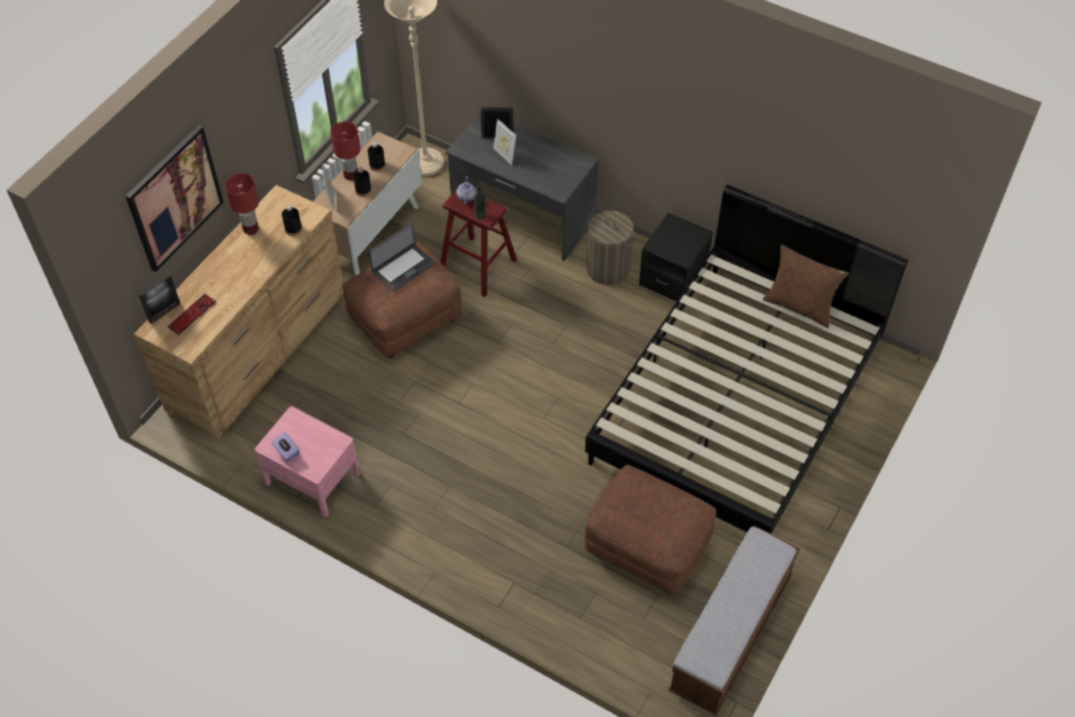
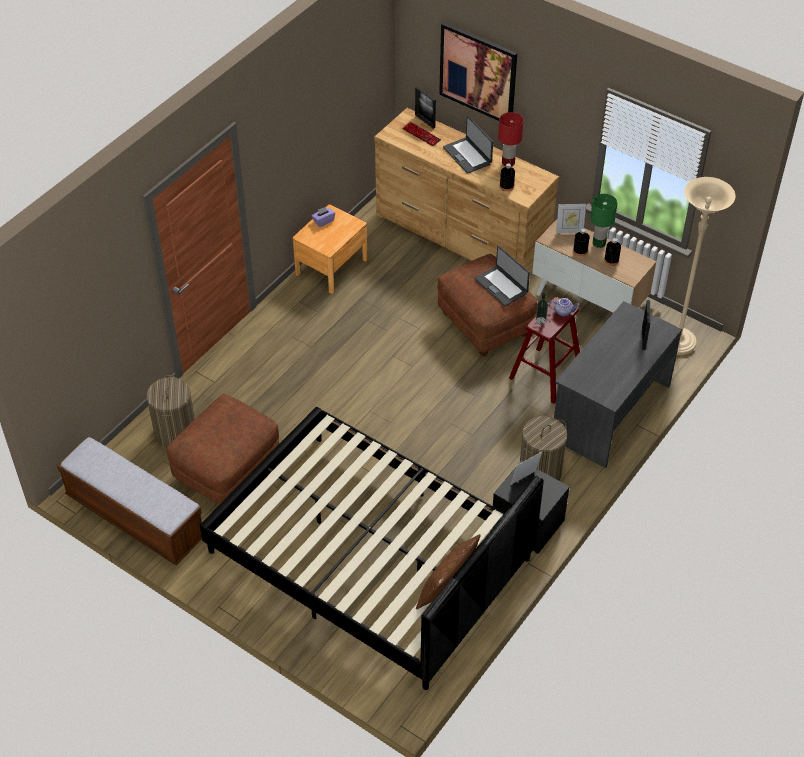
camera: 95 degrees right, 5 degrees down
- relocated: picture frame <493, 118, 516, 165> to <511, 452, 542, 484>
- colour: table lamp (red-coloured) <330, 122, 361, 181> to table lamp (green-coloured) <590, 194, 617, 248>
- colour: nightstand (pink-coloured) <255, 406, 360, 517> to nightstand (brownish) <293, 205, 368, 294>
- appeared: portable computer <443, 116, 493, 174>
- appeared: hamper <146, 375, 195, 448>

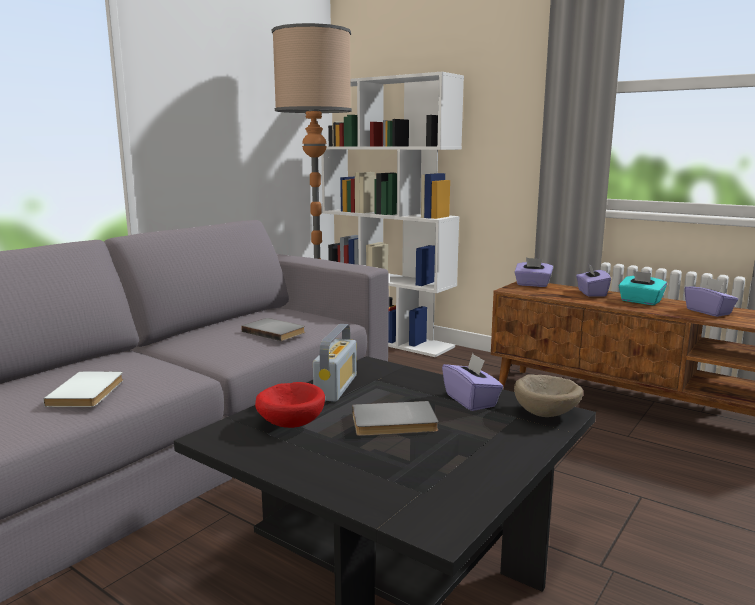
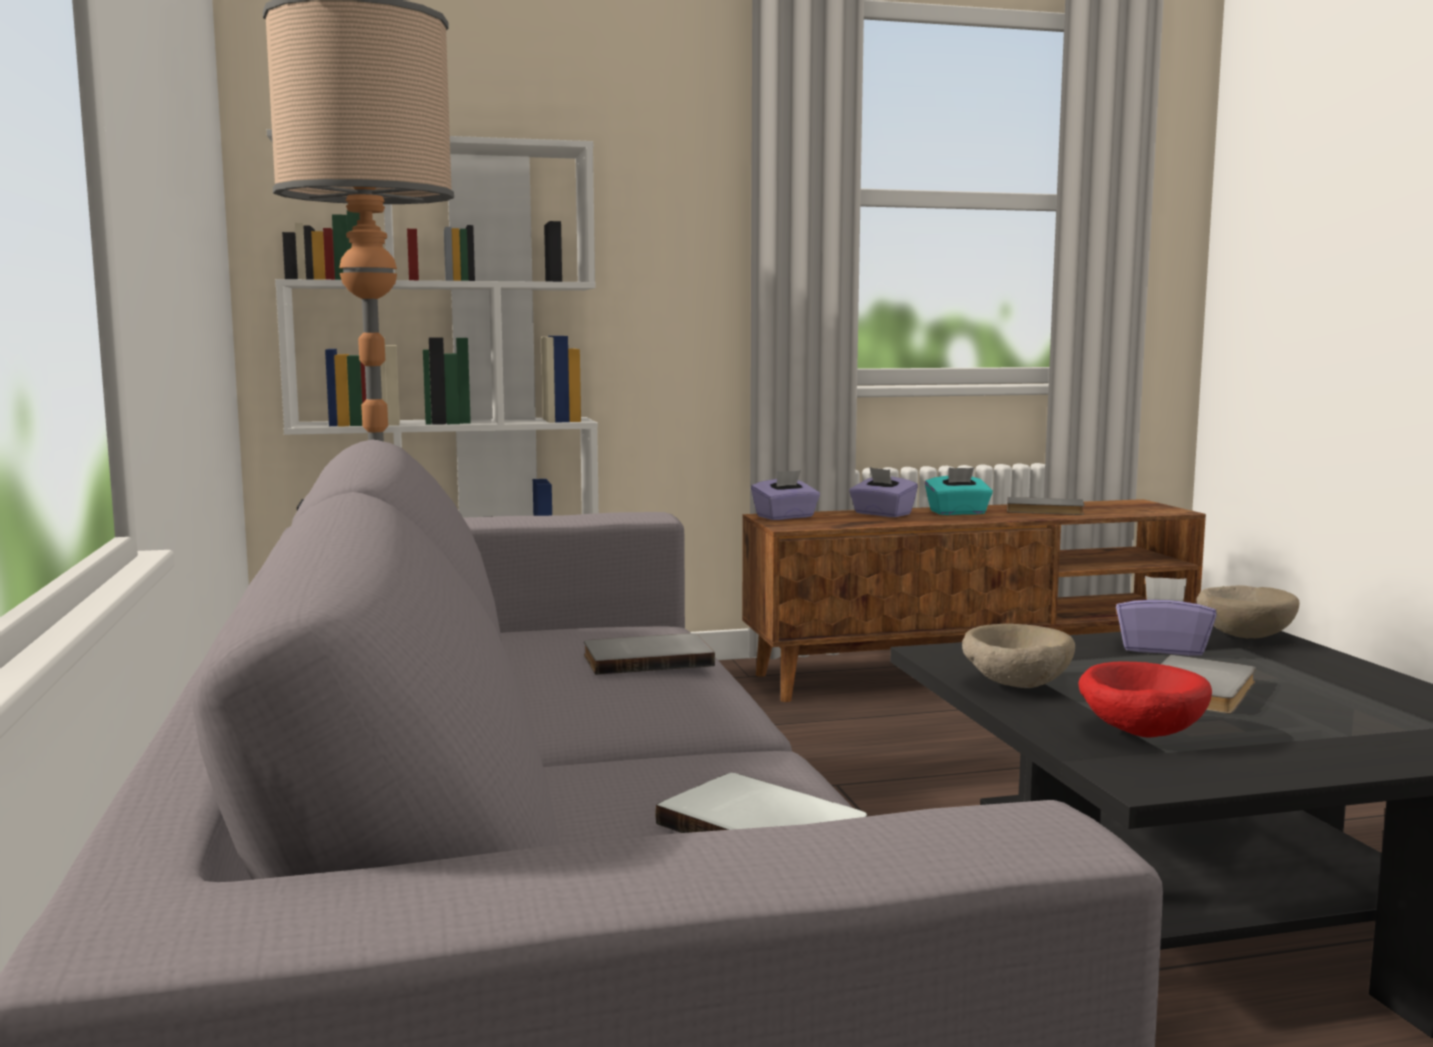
camera: 50 degrees left, 5 degrees down
- exchanged: tissue holder (purple-coloured) <684, 278, 738, 317> to volume (greyish) <1007, 497, 1085, 515>
- exchanged: radio set <313, 324, 357, 402> to deep dish (beige-coloured) <962, 624, 1075, 688>

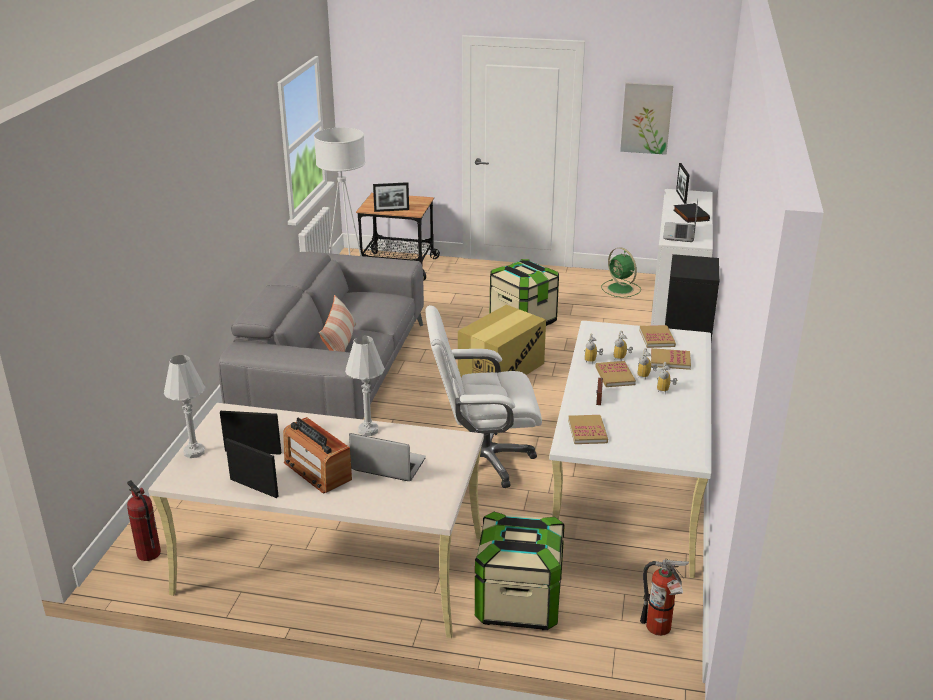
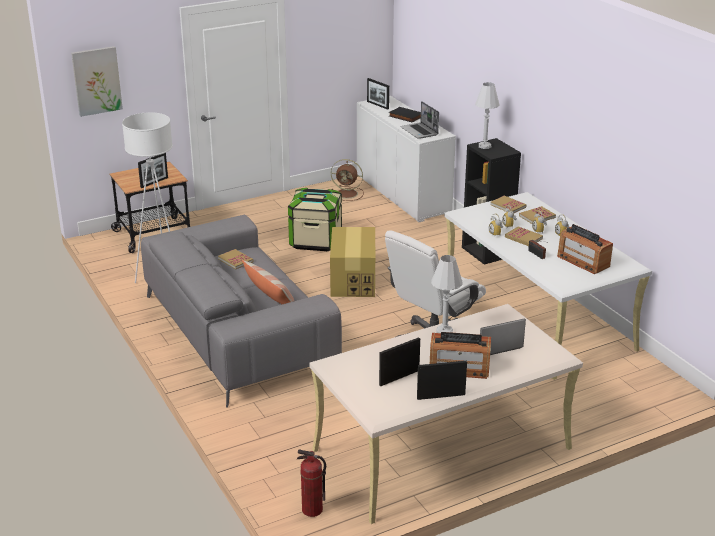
camera: 40 degrees left, 0 degrees up
- relocated: wall picture <620, 82, 673, 155> to <71, 46, 123, 117>
- colour: electric fan (green-coloured) <602, 247, 641, 298> to electric fan (brownish) <331, 159, 364, 201>
- relocated: table lamp (white-coloured) <164, 355, 206, 458> to <475, 82, 500, 149>
- relocated: volume <568, 415, 608, 444> to <218, 249, 253, 269>
- missing: storage container <475, 512, 565, 630>
- missing: fire-fighting cylinder <640, 559, 689, 636>
- appeared: radio set <557, 224, 613, 274>

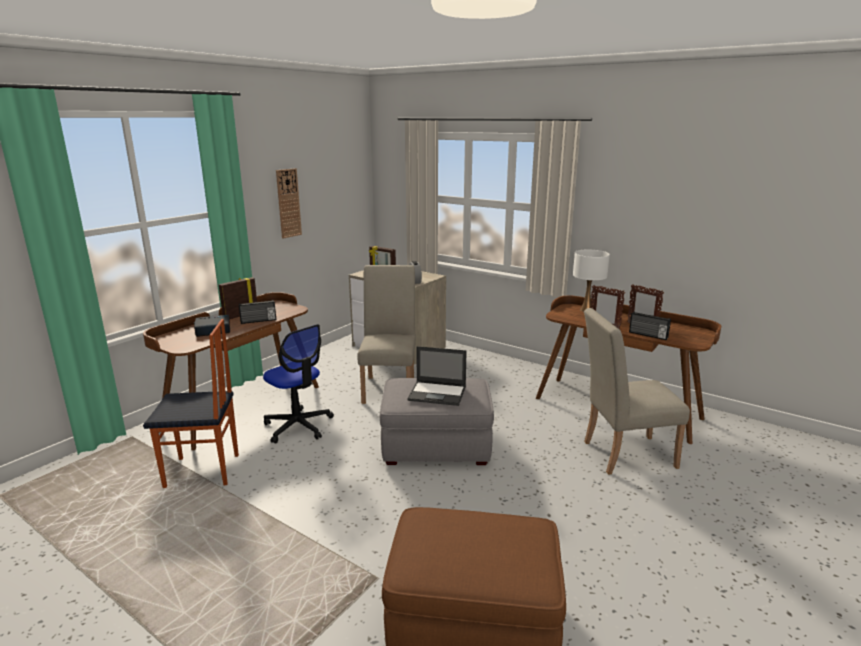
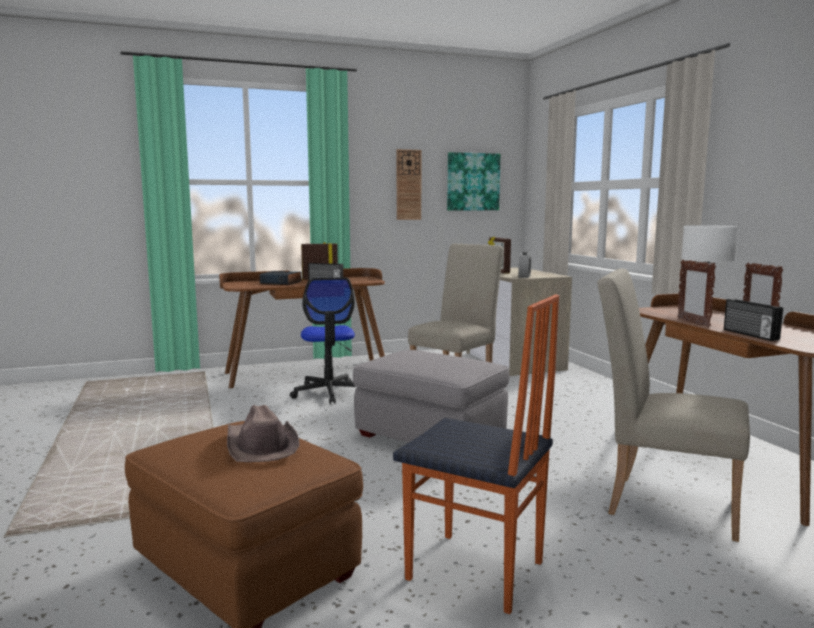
camera: 35 degrees right, 10 degrees down
- relocated: upright chair <143, 319, 239, 488> to <393, 294, 559, 614>
- missing: portable computer <407, 346, 467, 406>
- appeared: wall picture <447, 152, 501, 211>
- appeared: wearable hat (brownish) <227, 405, 300, 462>

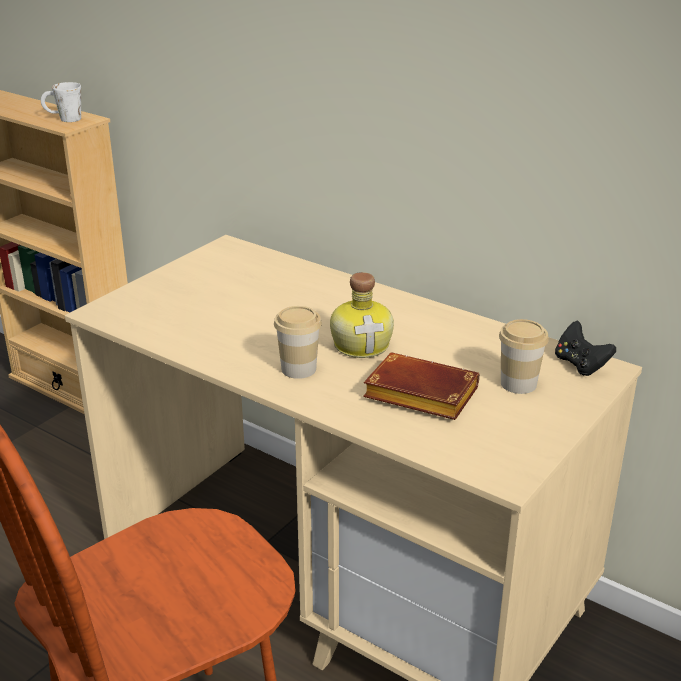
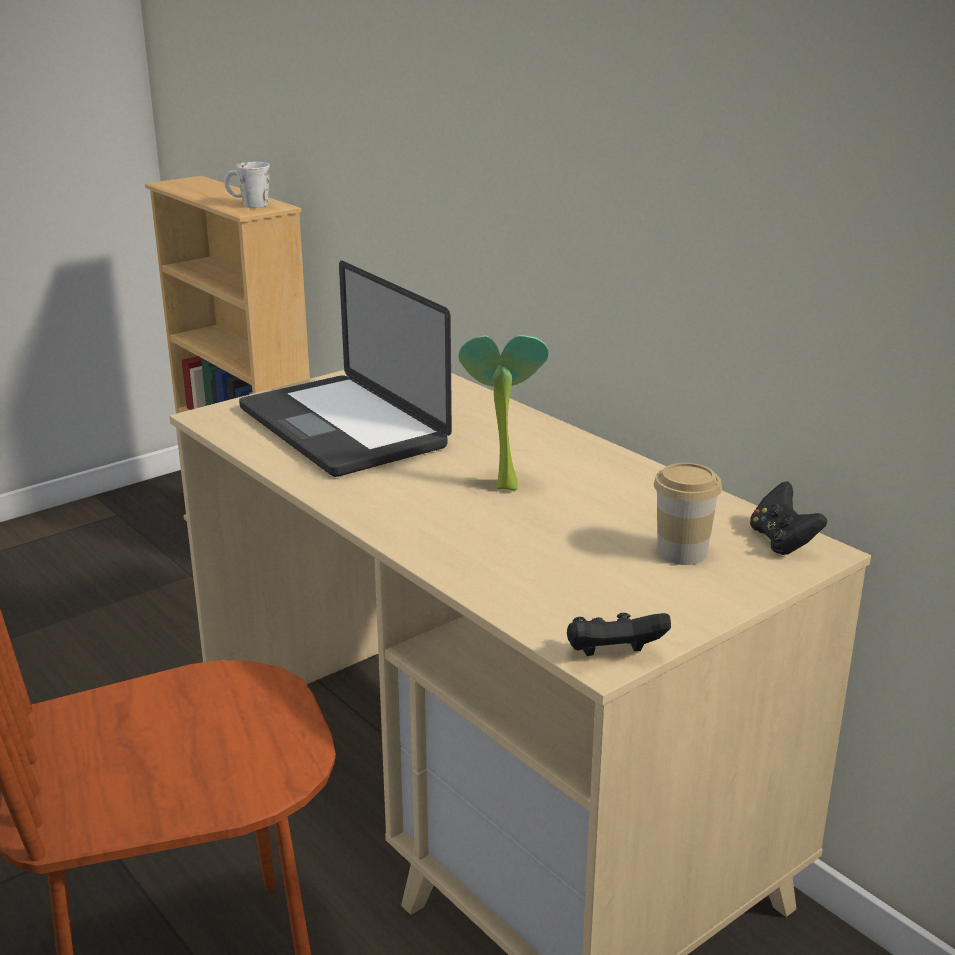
camera: 15 degrees right, 5 degrees down
- exchanged: bottle <330, 272, 394, 358> to houseplant <459, 335, 548, 490>
- missing: cup <274, 306, 322, 379>
- missing: volume (brownish) <363, 352, 480, 420>
- appeared: portable computer <239, 261, 452, 477>
- appeared: joypad (black) <567, 613, 671, 656>

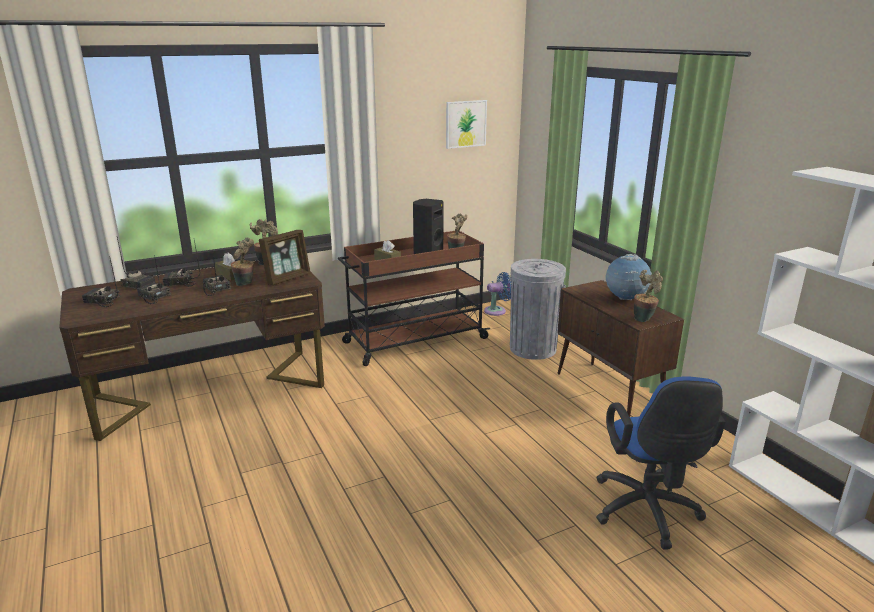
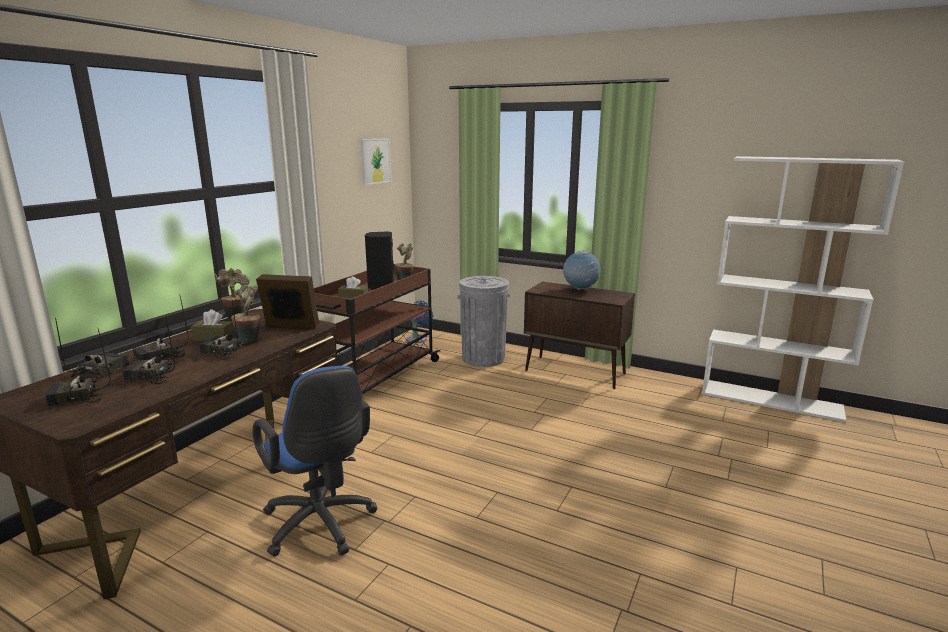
camera: 35 degrees left, 5 degrees down
- spun: picture frame <259, 230, 311, 285> = <256, 274, 319, 329> 90 degrees counterclockwise
- spun: radio set <117, 237, 155, 289> = <55, 318, 129, 378> 60 degrees counterclockwise
- missing: houseplant <634, 270, 663, 322>
- relocated: office chair (blue) <596, 376, 726, 550> to <252, 366, 378, 557>

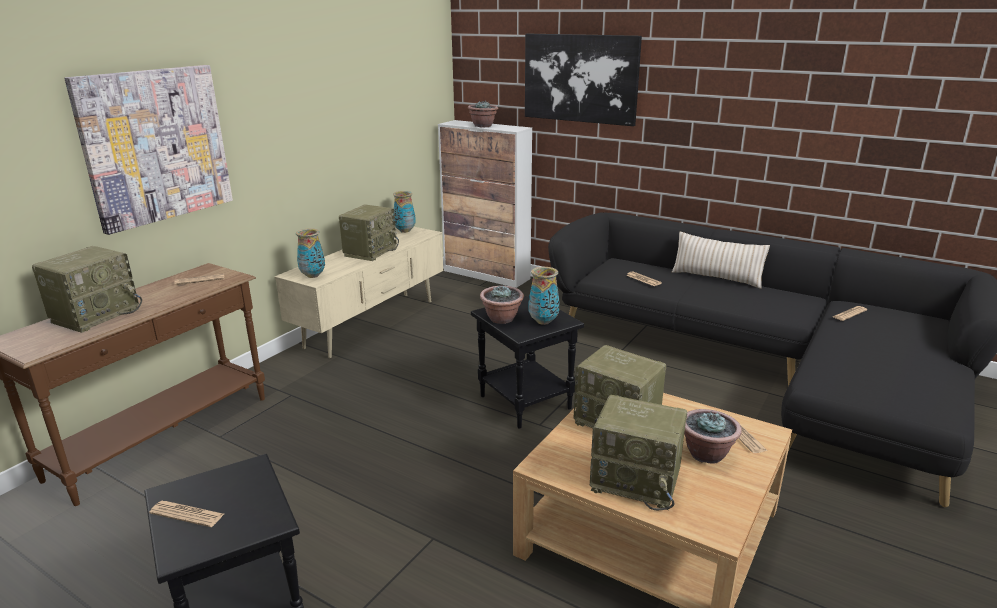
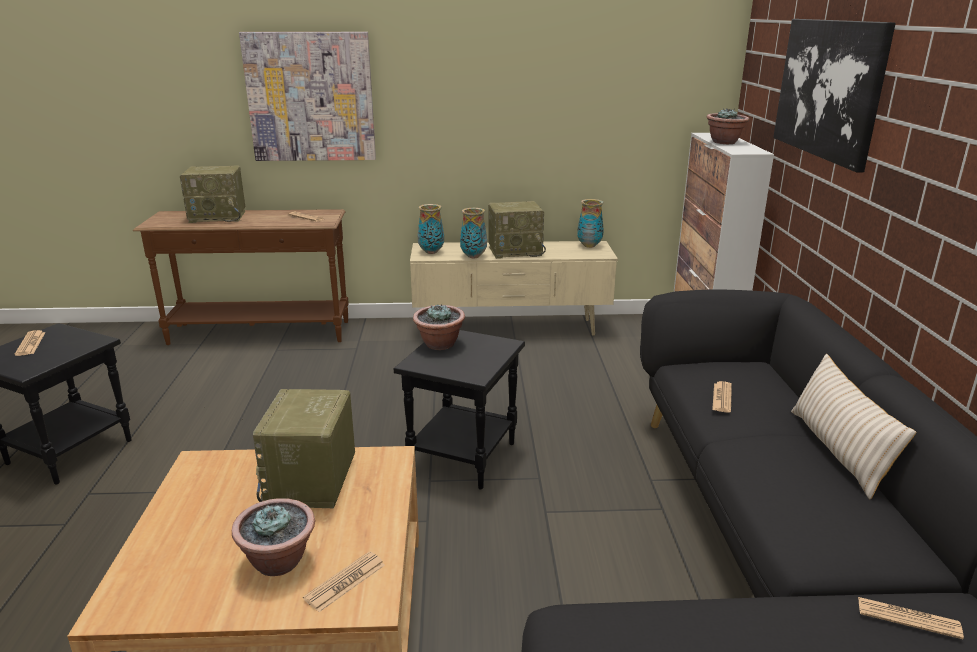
camera: 55 degrees right, 0 degrees up
- relocated: flower vase <528, 267, 560, 325> to <460, 208, 487, 258>
- missing: radio set <590, 395, 687, 510>

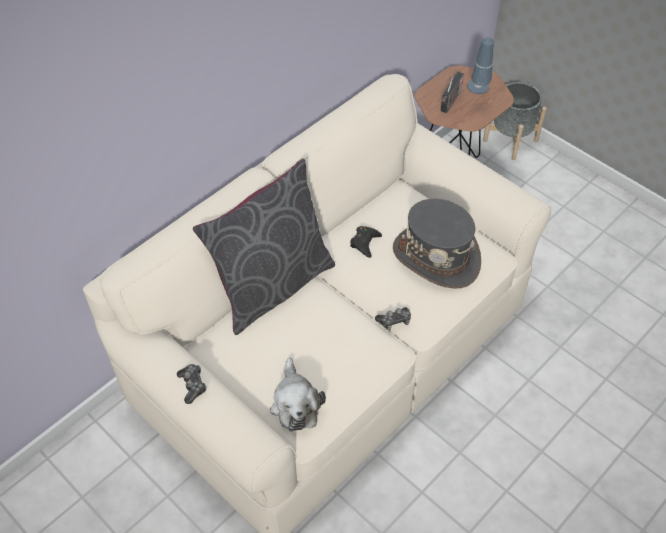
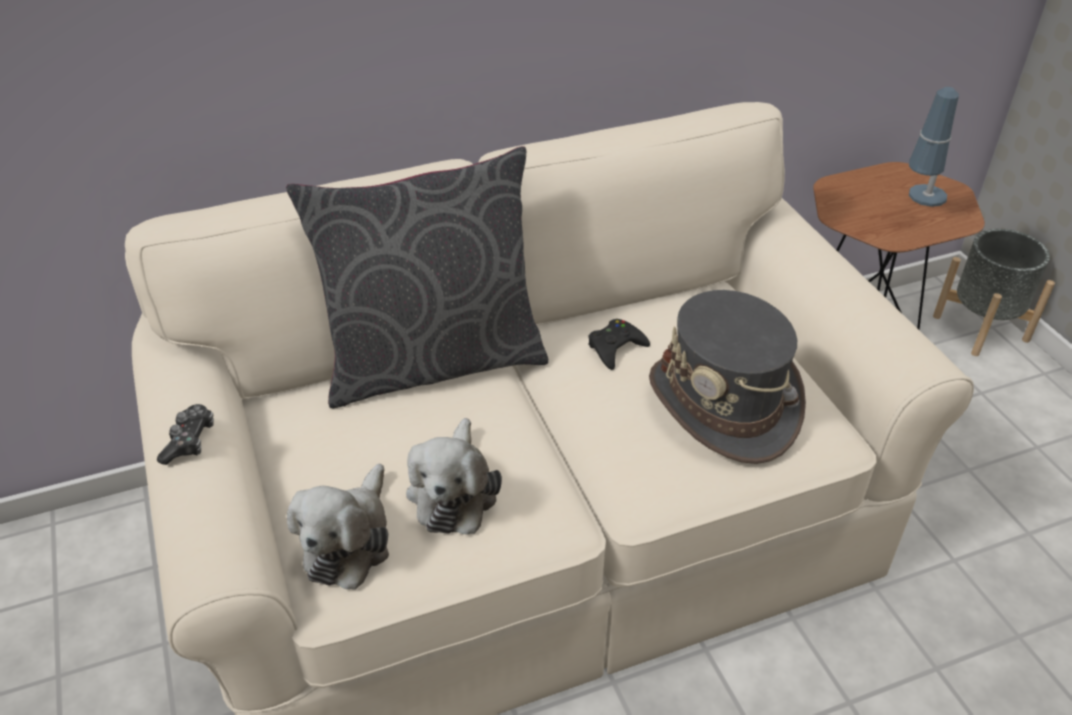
camera: 25 degrees right, 10 degrees down
- missing: radio set <441, 72, 464, 113>
- missing: joypad <375, 307, 411, 330>
- appeared: soft toy <406, 418, 502, 534>

